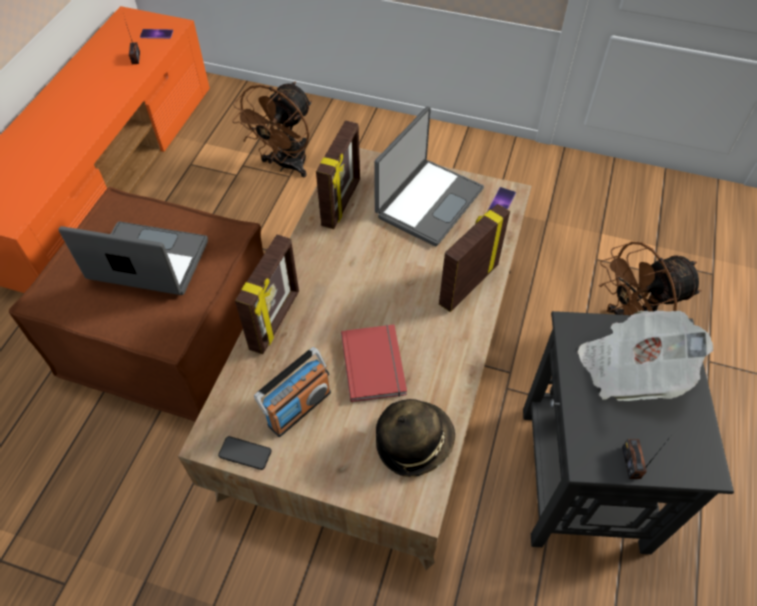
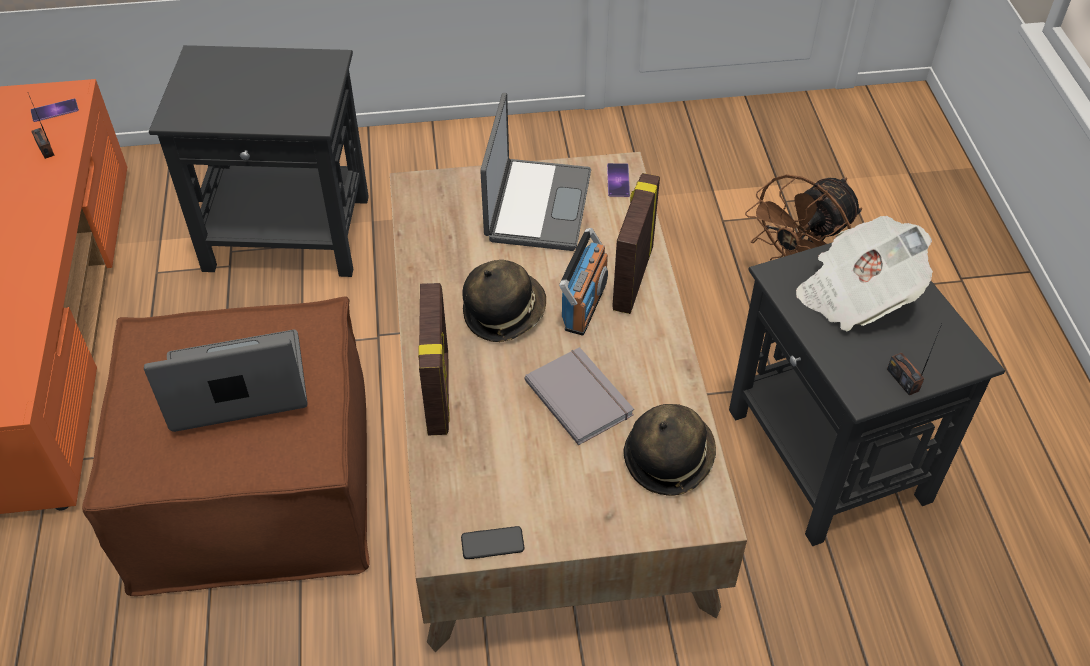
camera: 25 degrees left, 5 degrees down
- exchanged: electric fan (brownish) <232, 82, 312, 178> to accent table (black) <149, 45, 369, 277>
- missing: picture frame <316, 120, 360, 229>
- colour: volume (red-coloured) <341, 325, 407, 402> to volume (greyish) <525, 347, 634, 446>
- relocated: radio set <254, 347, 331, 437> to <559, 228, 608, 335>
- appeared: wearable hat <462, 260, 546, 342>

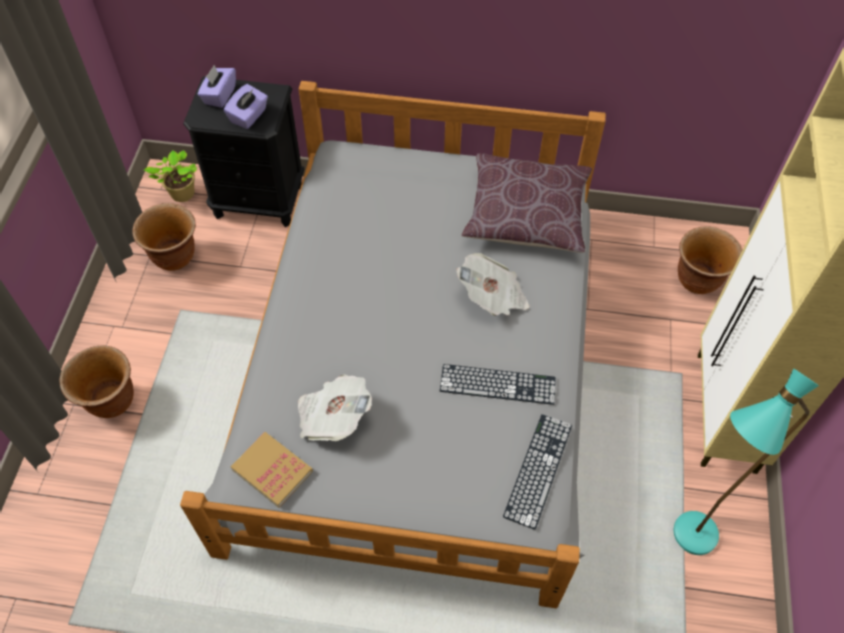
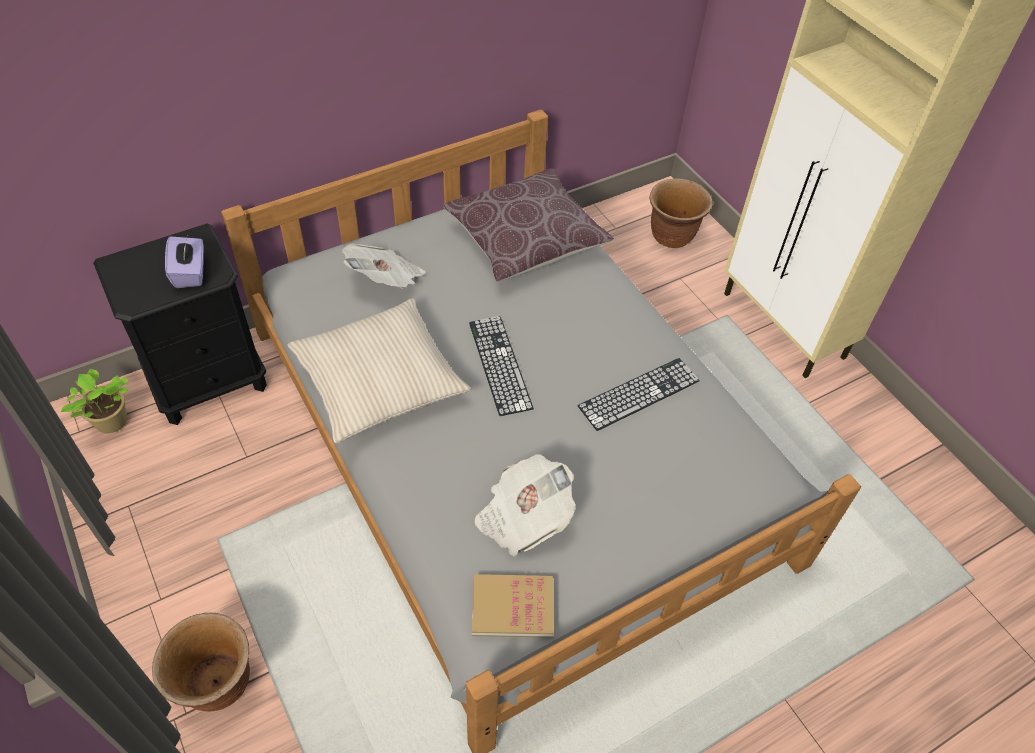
camera: 40 degrees left, 5 degrees down
- missing: tissue holder (purple-coloured) <198, 65, 236, 108>
- missing: flower pot (brownish) <132, 203, 196, 271>
- relocated: daily paper <456, 253, 529, 316> to <342, 244, 426, 288>
- missing: standard lamp (blue-green) <674, 368, 819, 555>
- relocated: computer keyboard <503, 414, 572, 530> to <469, 316, 534, 416>
- appeared: cushion (beige-coloured) <288, 298, 471, 443>

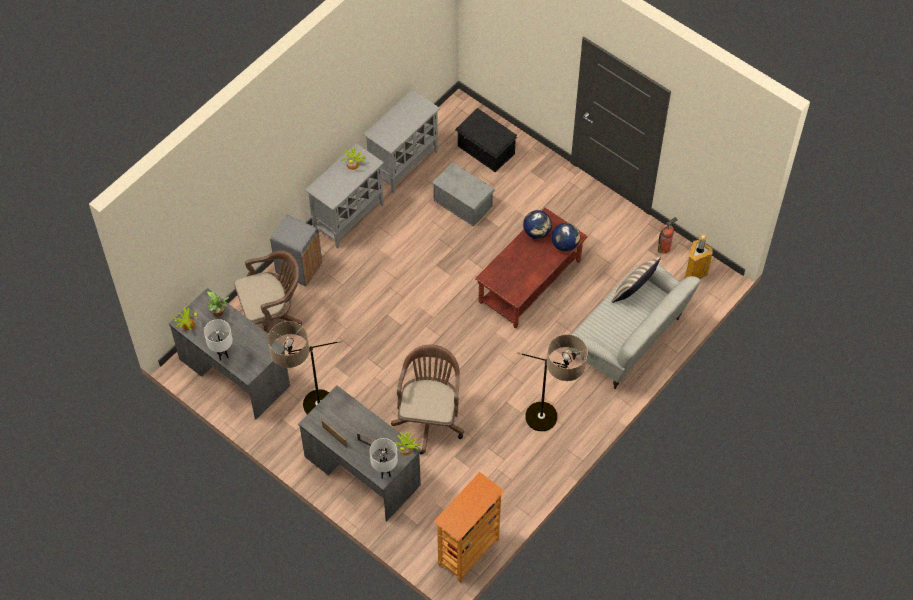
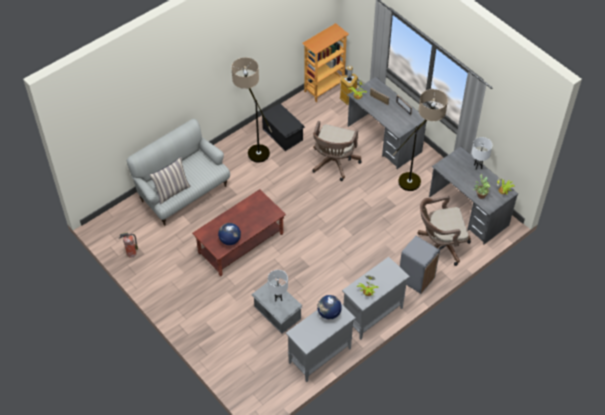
camera: 170 degrees left, 5 degrees down
- relocated: storage container (black) <455, 108, 517, 172> to <261, 104, 305, 151>
- relocated: globe <551, 223, 580, 252> to <317, 295, 342, 319>
- relocated: rubbish bin <684, 233, 713, 279> to <340, 66, 358, 105>
- relocated: table lamp (white-coloured) <369, 438, 398, 479> to <268, 270, 288, 302>

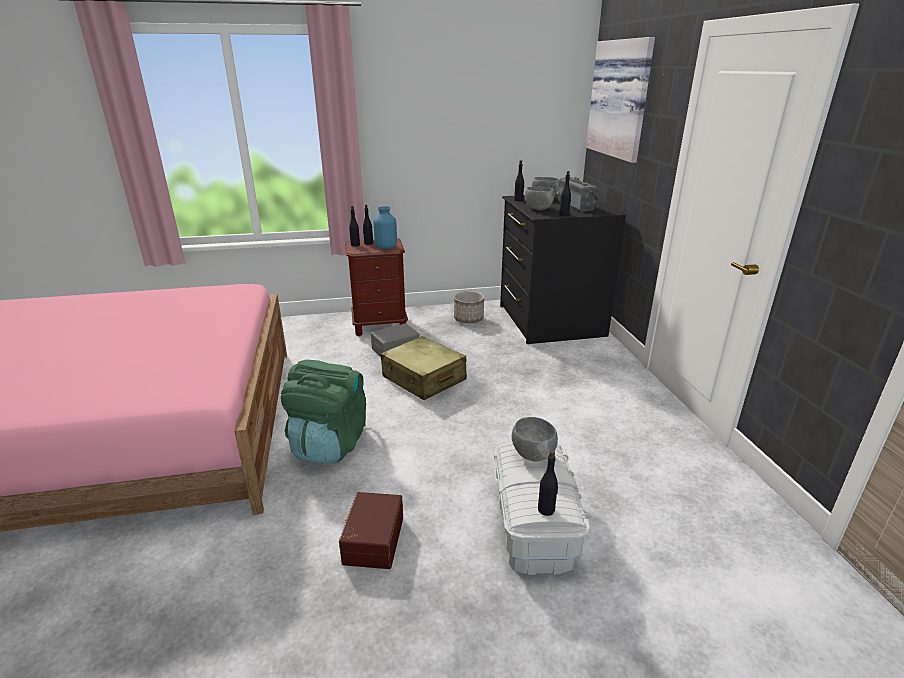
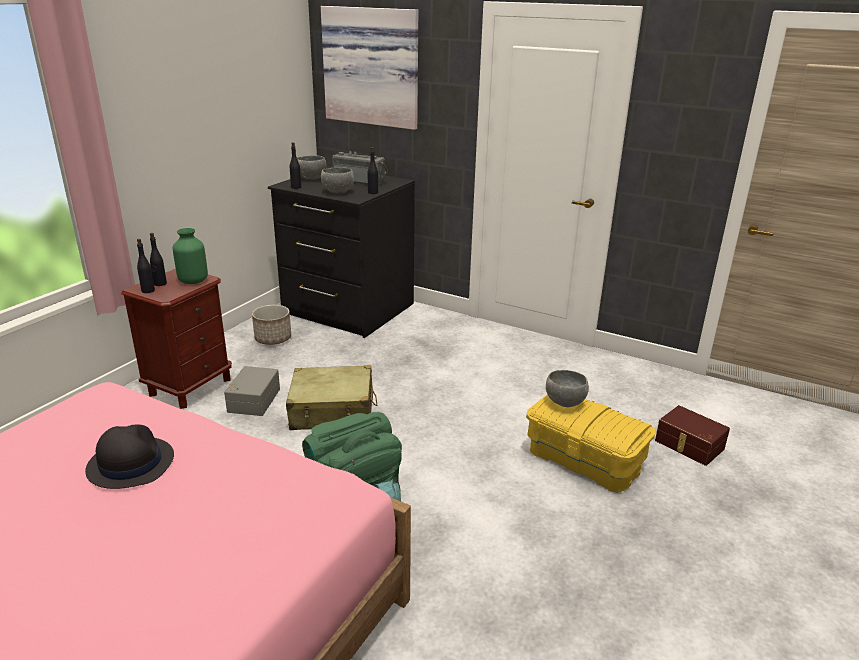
camera: 50 degrees left, 0 degrees up
- colour: flower vase (blue) <373, 206, 397, 249> to flower vase (green-coloured) <173, 228, 208, 284>
- colour: storage container (white-coloured) <494, 442, 590, 575> to storage container (yellowish) <526, 394, 655, 493>
- missing: bottle (black) <538, 450, 558, 516>
- relocated: storage container (brownish) <339, 492, 403, 569> to <655, 405, 730, 466>
- appeared: wearable hat (black) <85, 424, 174, 489>

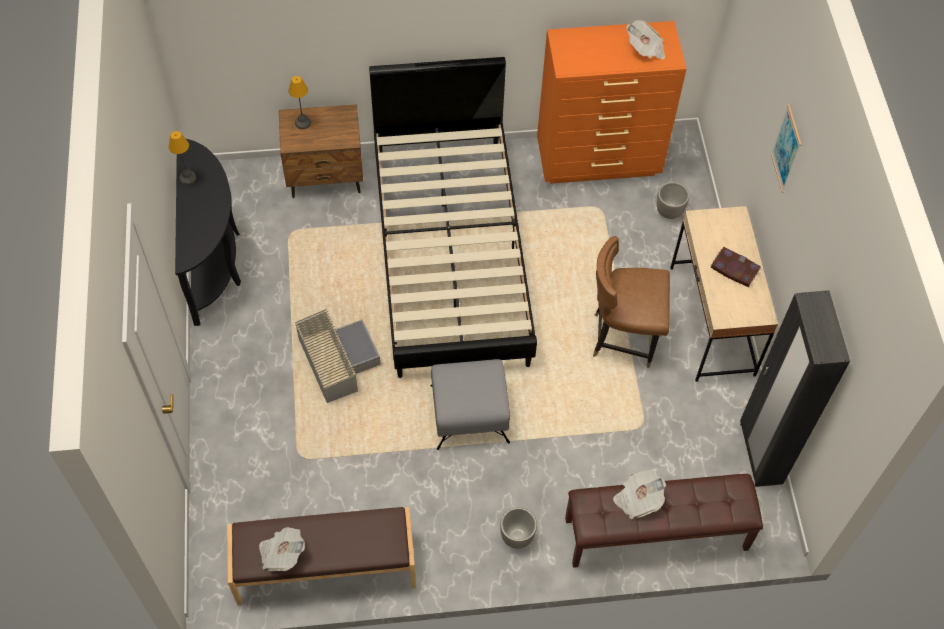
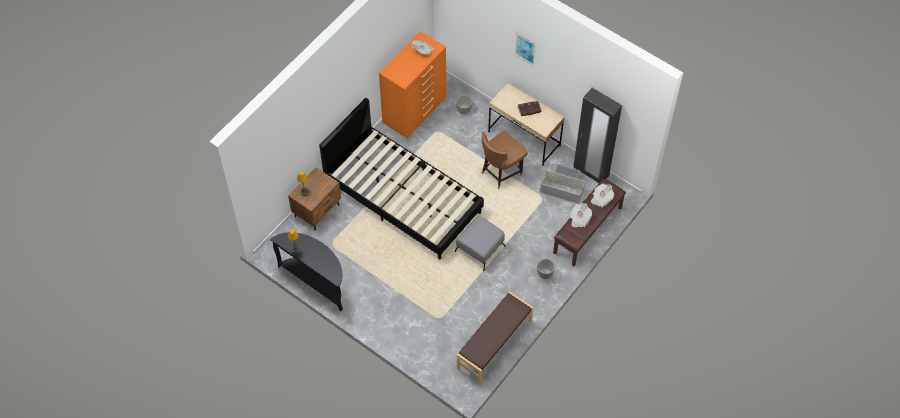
camera: 45 degrees left, 0 degrees up
- relocated: storage container (greyish) <295, 309, 381, 403> to <540, 164, 585, 204>
- relocated: daily paper <259, 527, 305, 571> to <591, 184, 614, 208>

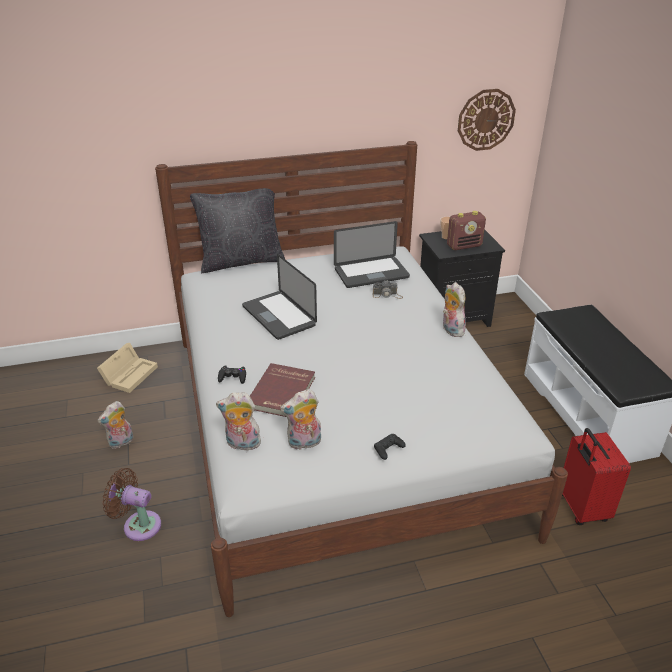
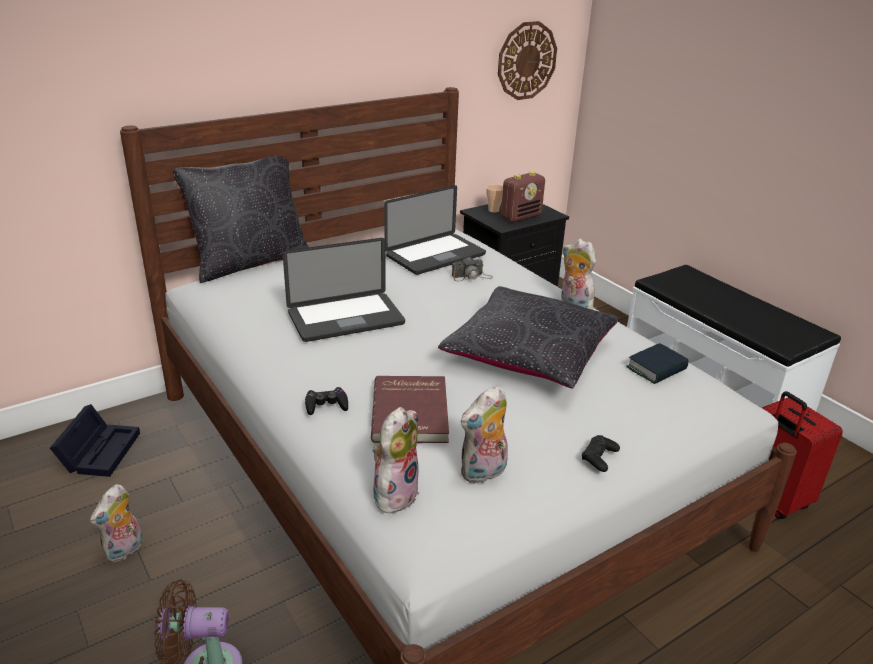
camera: 20 degrees left, 5 degrees down
- spun: portable computer <242, 254, 317, 340> = <283, 238, 405, 342> 60 degrees counterclockwise
- colour: storage container (beige-coloured) <97, 343, 158, 393> to storage container (black) <50, 404, 140, 477>
- spun: soft toy <216, 392, 261, 450> = <373, 407, 419, 514> 135 degrees clockwise
- appeared: cushion (black) <438, 286, 619, 389>
- appeared: volume <626, 343, 689, 384>

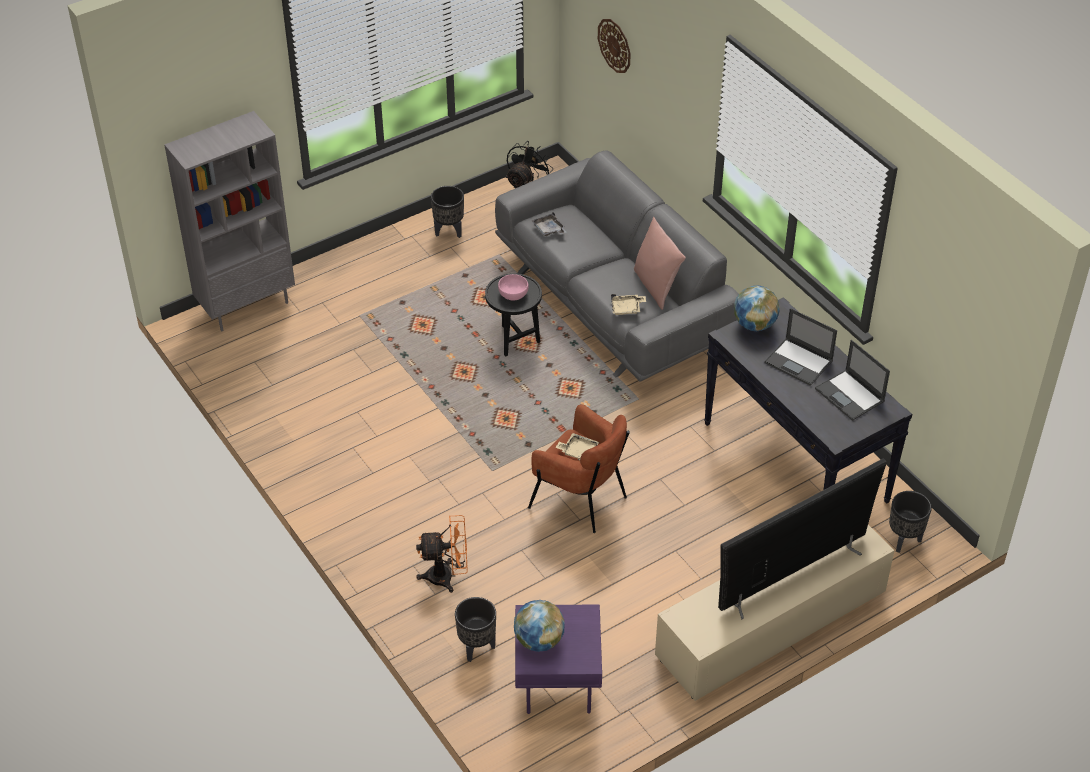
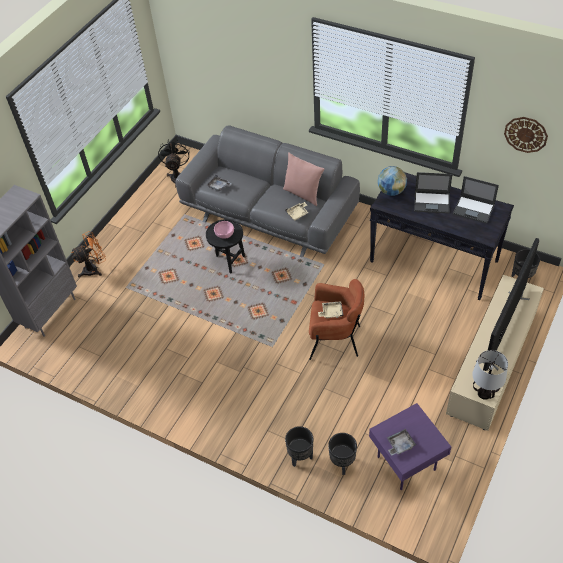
camera: 25 degrees left, 5 degrees up
- relocated: wall clock <598, 19, 631, 73> to <504, 117, 548, 153>
- relocated: flower pot (black) <431, 186, 464, 238> to <285, 426, 313, 467>
- relocated: electric fan (orange) <416, 515, 468, 593> to <71, 231, 106, 278>
- exchanged: globe <514, 600, 565, 652> to tray (greyish) <387, 429, 416, 456>
- appeared: table lamp <472, 350, 508, 400>

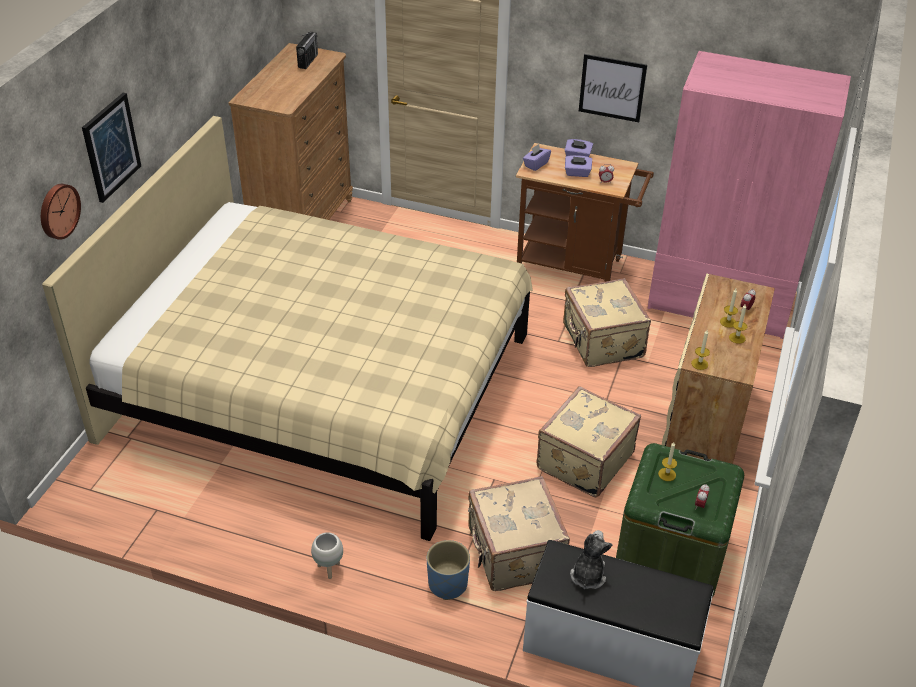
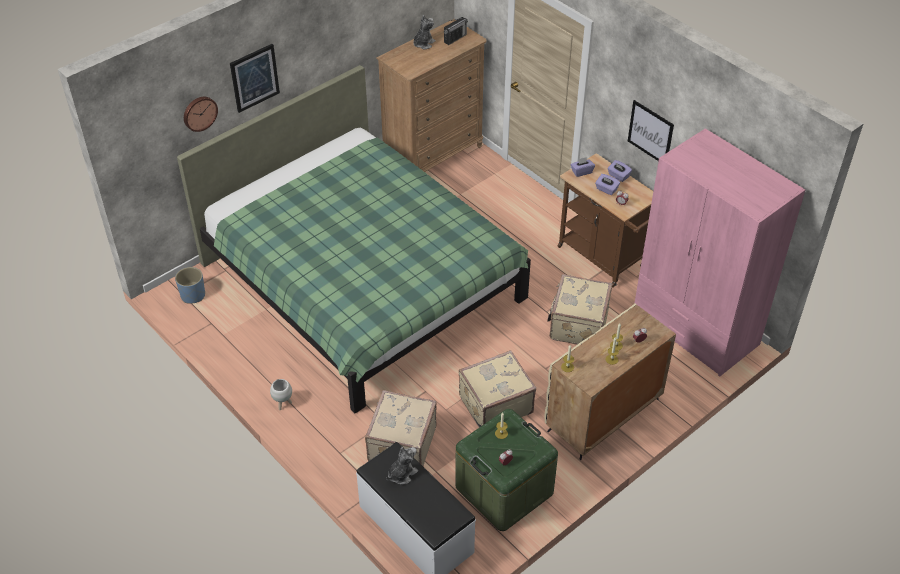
camera: 30 degrees right, 5 degrees up
- colour: sleeping bed (beige-coloured) <42, 116, 533, 541> to sleeping bed (green-coloured) <177, 65, 531, 413>
- relocated: flower pot (blue) <427, 540, 470, 600> to <175, 267, 205, 304>
- appeared: soft toy <413, 15, 436, 49>

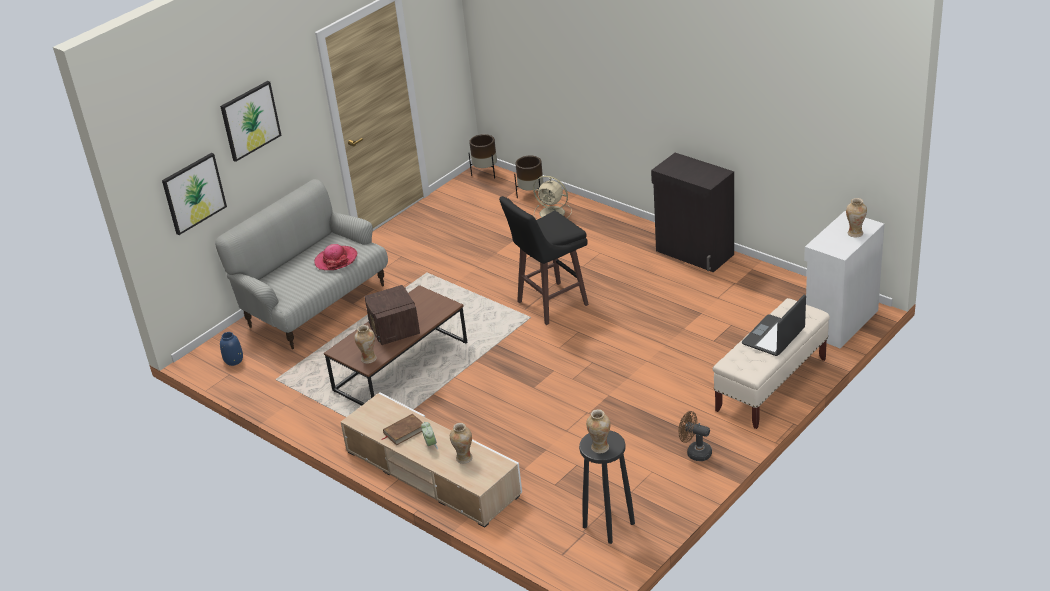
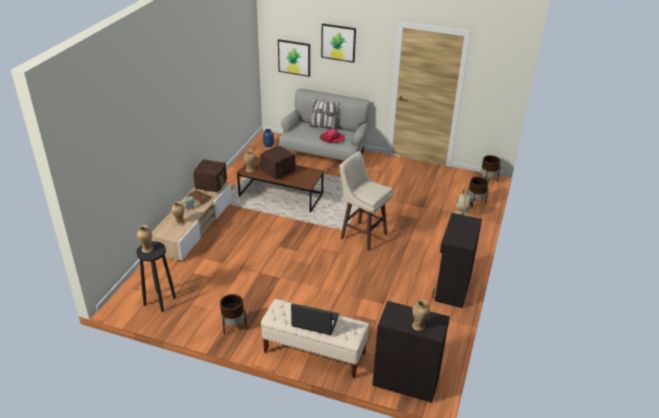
camera: 65 degrees right, 0 degrees up
- colour: stool (black) <499, 196, 589, 325> to stool (beige-coloured) <339, 151, 393, 251>
- colour: cupboard (white-coloured) <804, 211, 884, 349> to cupboard (black) <372, 301, 450, 403>
- exchanged: electric fan (brownish) <678, 411, 712, 461> to flower pot (brownish) <220, 294, 247, 334>
- appeared: cushion <309, 98, 340, 130>
- appeared: radio set <193, 160, 227, 192>

